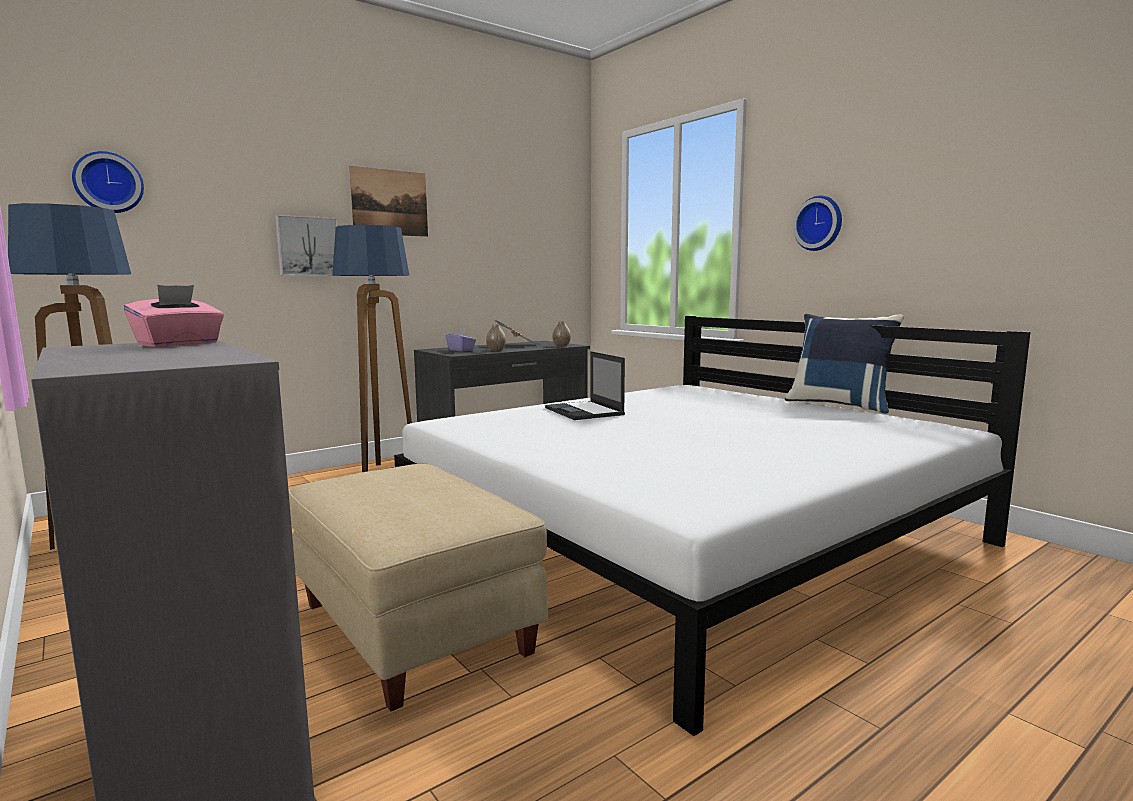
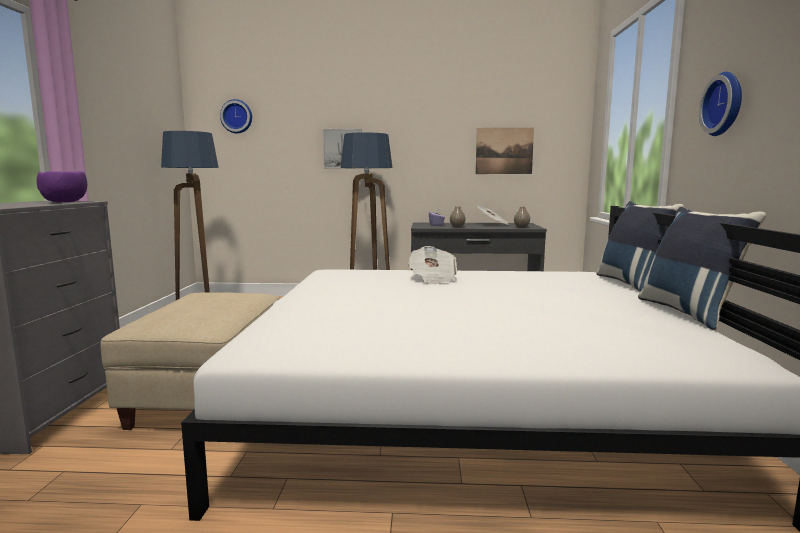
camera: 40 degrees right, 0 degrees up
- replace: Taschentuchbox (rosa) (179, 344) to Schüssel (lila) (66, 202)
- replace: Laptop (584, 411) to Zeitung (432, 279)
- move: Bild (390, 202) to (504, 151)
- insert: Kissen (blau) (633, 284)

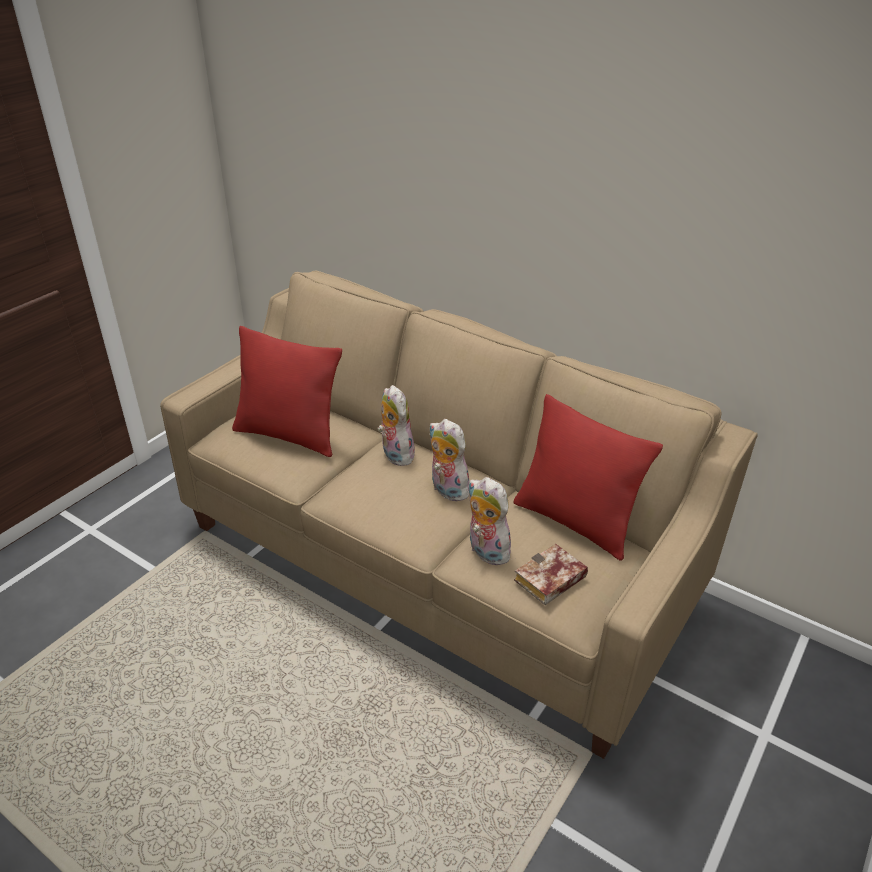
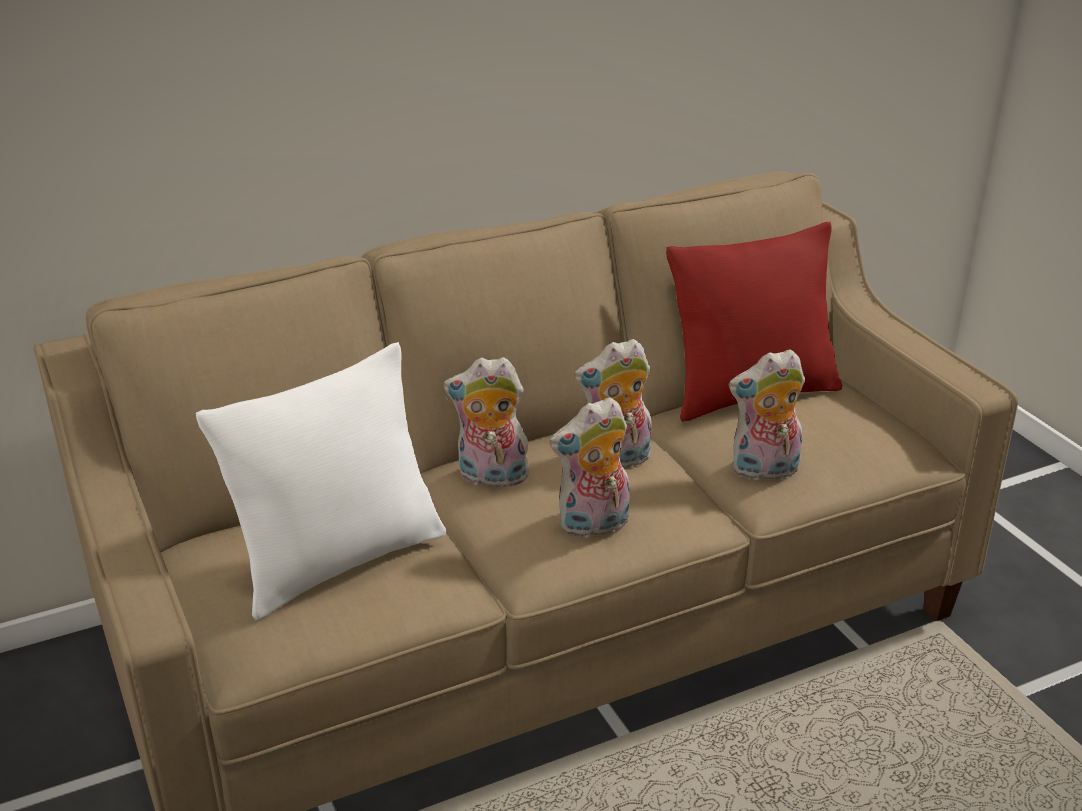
camera: 60 degrees left, 5 degrees down
- recolor: Kissen (rot) (289, 435) to Kissen (weiß) (339, 561)
- insert: Plüschtier (593, 526)
- delete: Buch (549, 581)

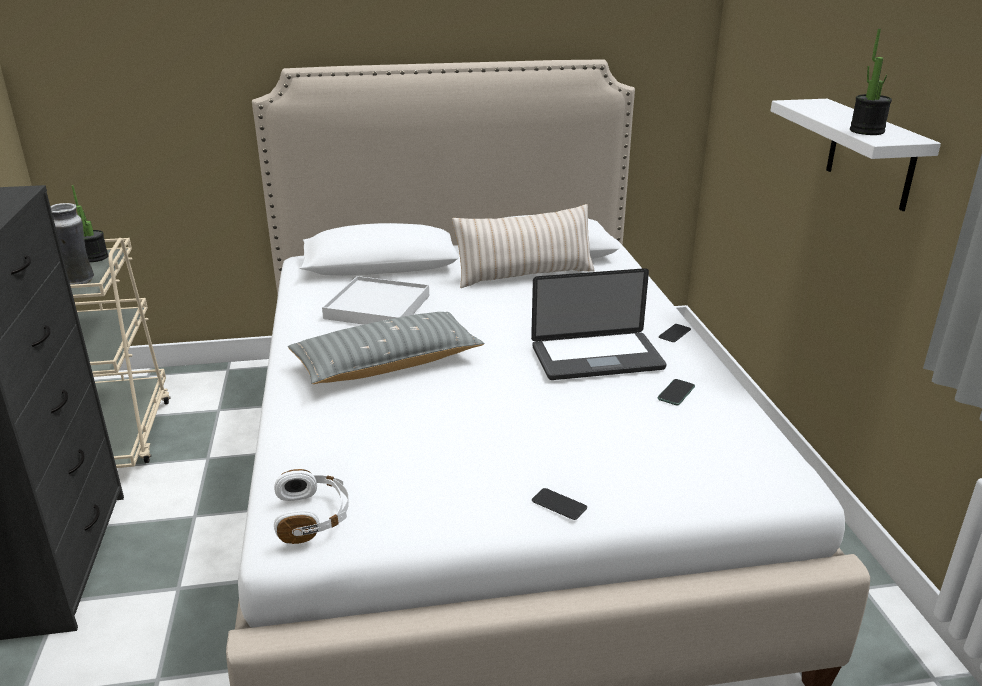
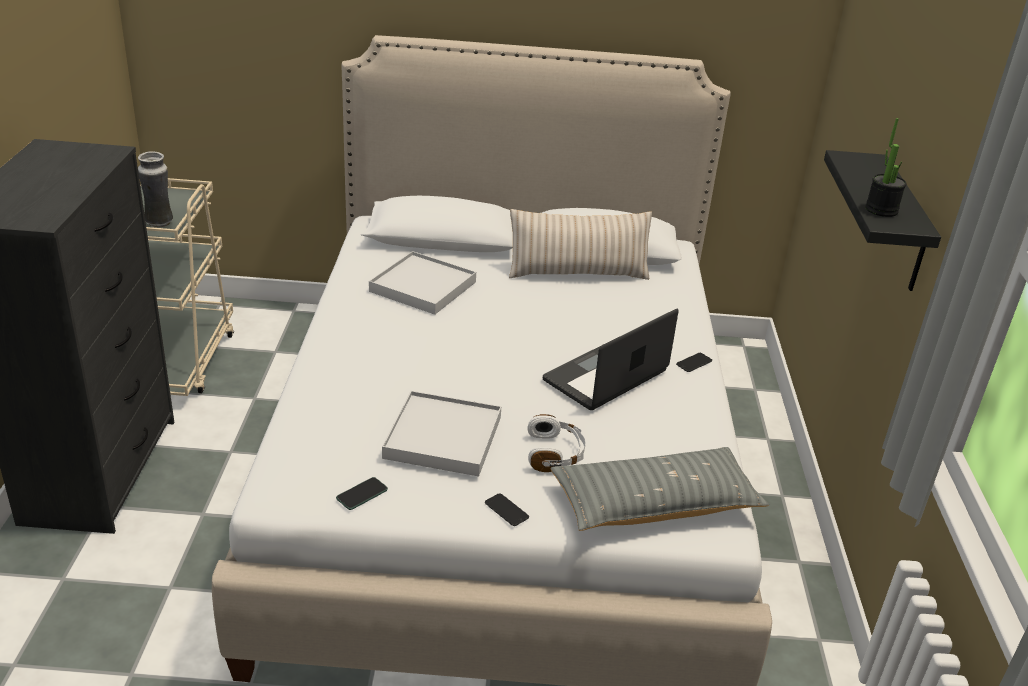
camera: 10 degrees right, 5 degrees up
- move: Handy (676, 393) to (362, 494)
- insert: Tablett (weiß) (442, 438)
- move: Kopfhörer (weiß) (313, 517) to (555, 454)
- rotate: Laptop (597, 358) = (605, 376) 135 degrees clockwise
- move: Kissen (grau) (387, 363) to (655, 504)
- recolor: Wandregal (weiß) (871, 154) to Wandregal (schwarz) (902, 225)
- delete: Topfpflanze (95, 257)

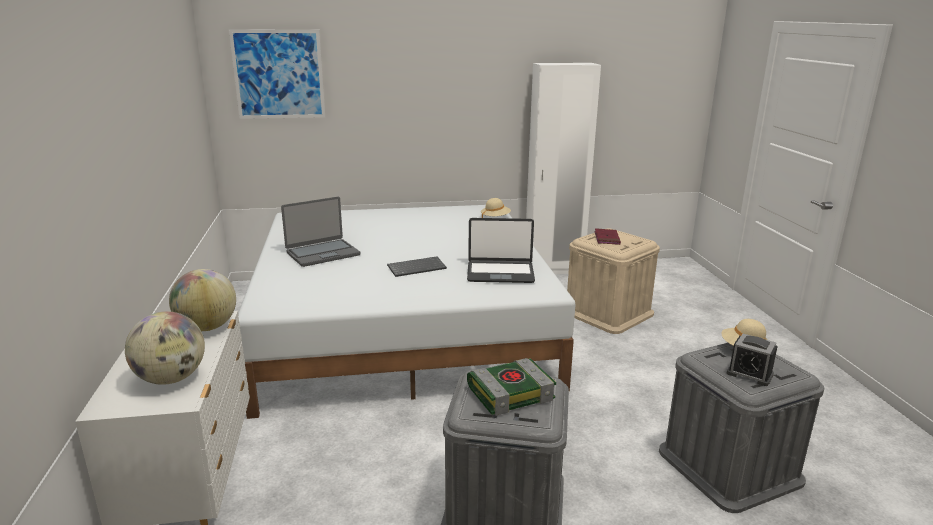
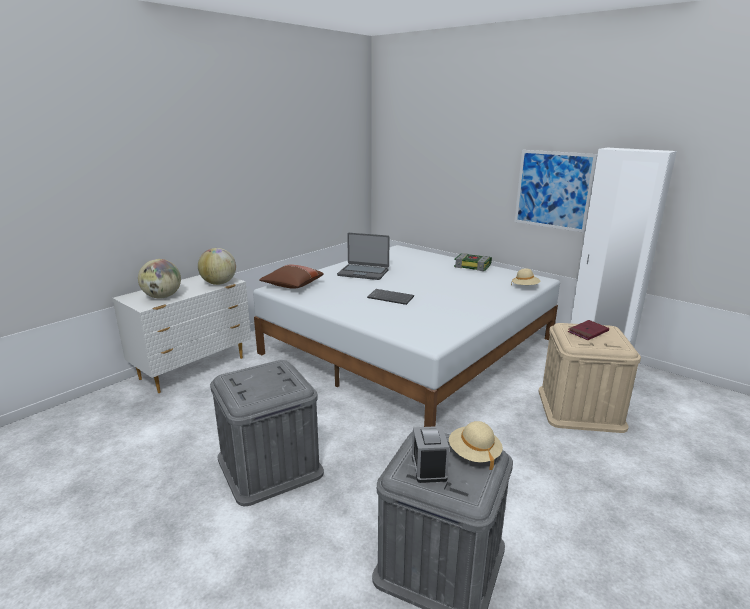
camera: 50 degrees right, 0 degrees up
- insert: Kissen (braun) (292, 286)
- move: Buch (511, 392) to (473, 266)
- move: Bild (278, 74) to (553, 190)
- delete: Laptop (500, 273)

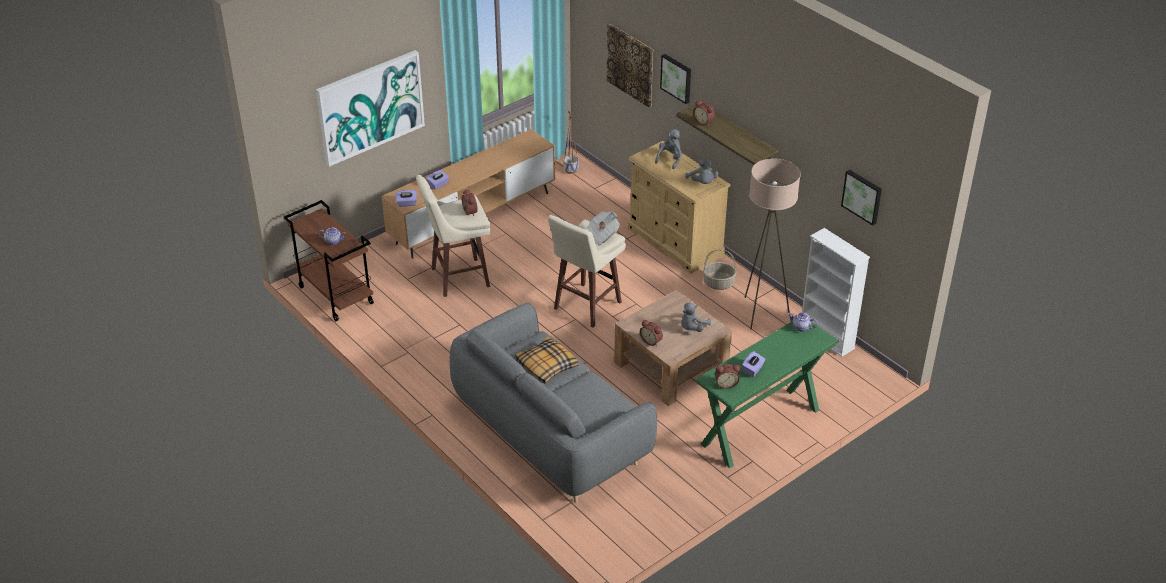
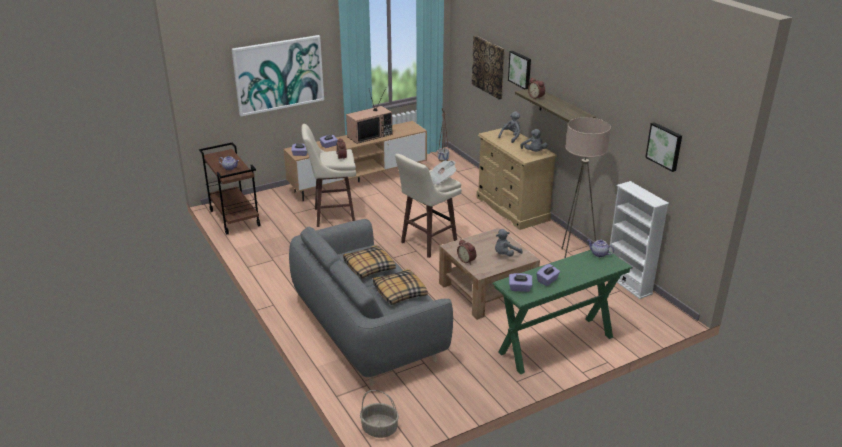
camera: 10 degrees right, 10 degrees down
- insert: Fernseher (369, 135)
- move: Korb (718, 283) to (379, 429)
- insert: Kissen (399, 292)
- replace: Wecker (726, 383) to Taschentuchbox (lila) (520, 288)

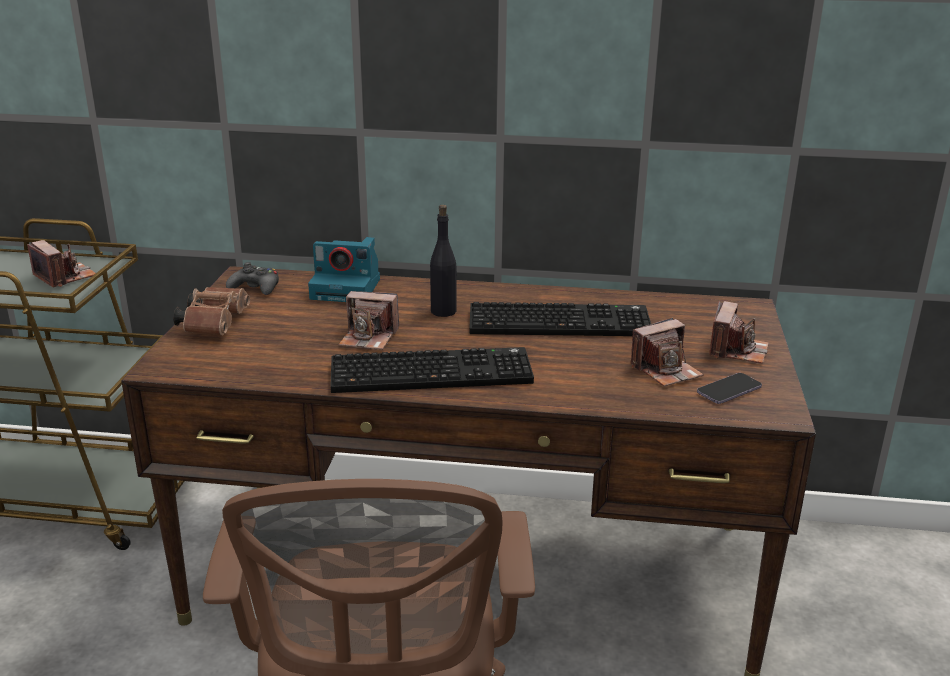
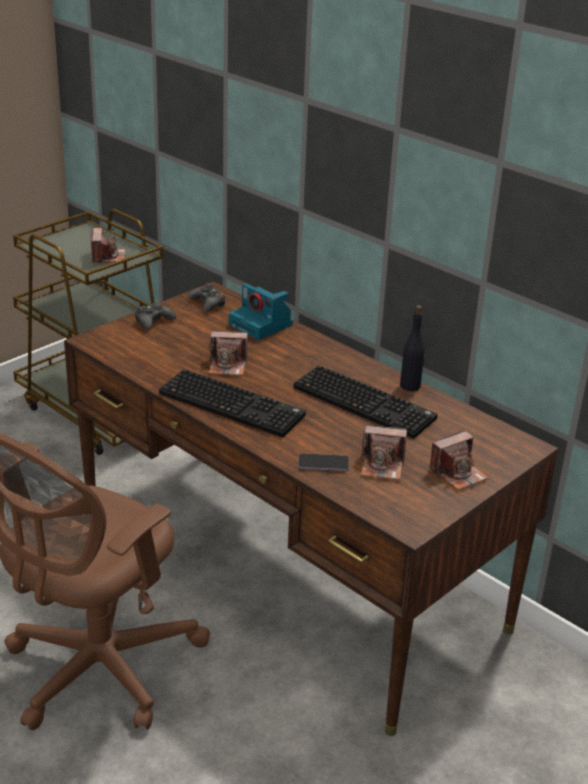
camera: 35 degrees right, 5 degrees up
- replace: Fernglas (braun) (215, 324) to Gamepad (schwarz) (153, 321)
- rotate: Kamera (369, 338) = (228, 366) 45 degrees counterclockwise
- move: Handy (729, 390) to (323, 464)
- move: Flasche (schwarz) (444, 311) to (410, 386)

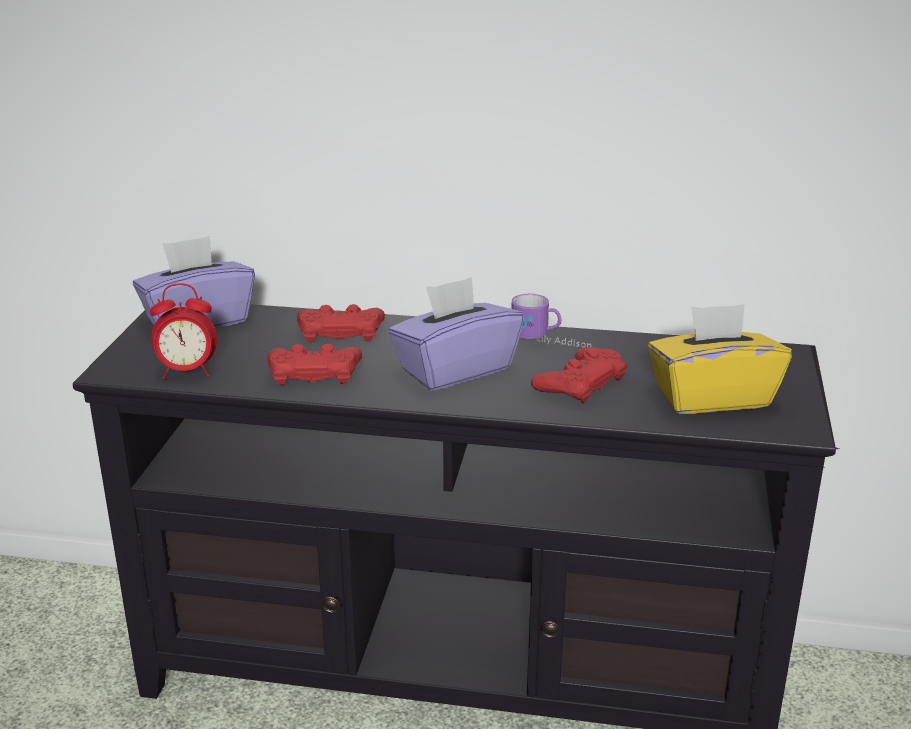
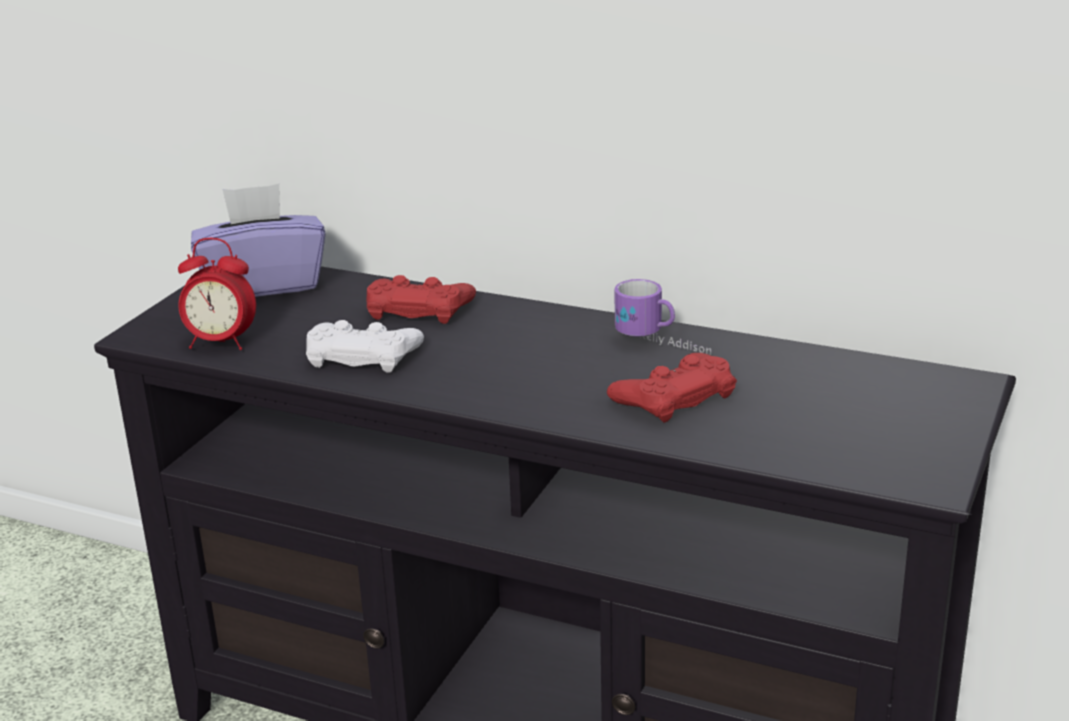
camera: 15 degrees right, 0 degrees up
- recolor: Gamepad (rot) (314, 372) to Gamepad (weiß) (362, 355)
- delete: Taschentuchbox (lila) (455, 369)
- delete: Taschentuchbox (gelb) (712, 397)

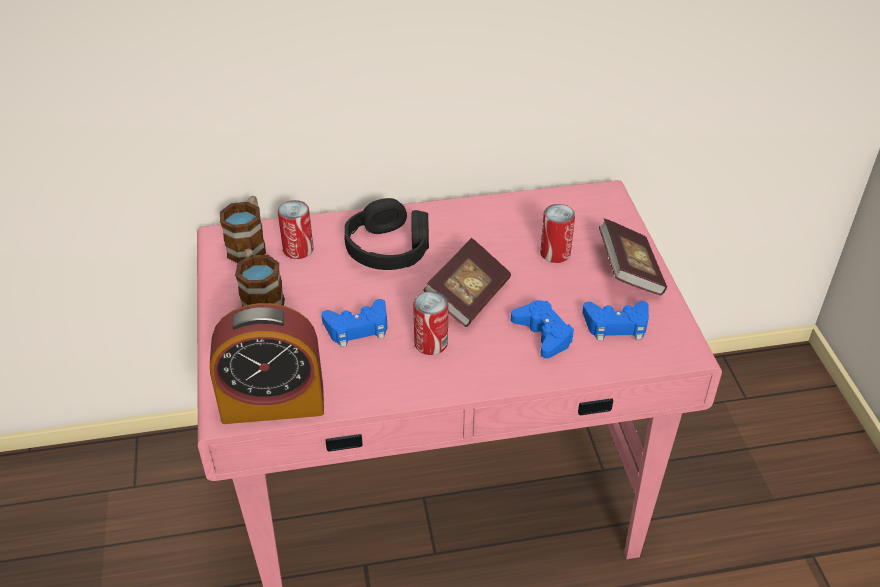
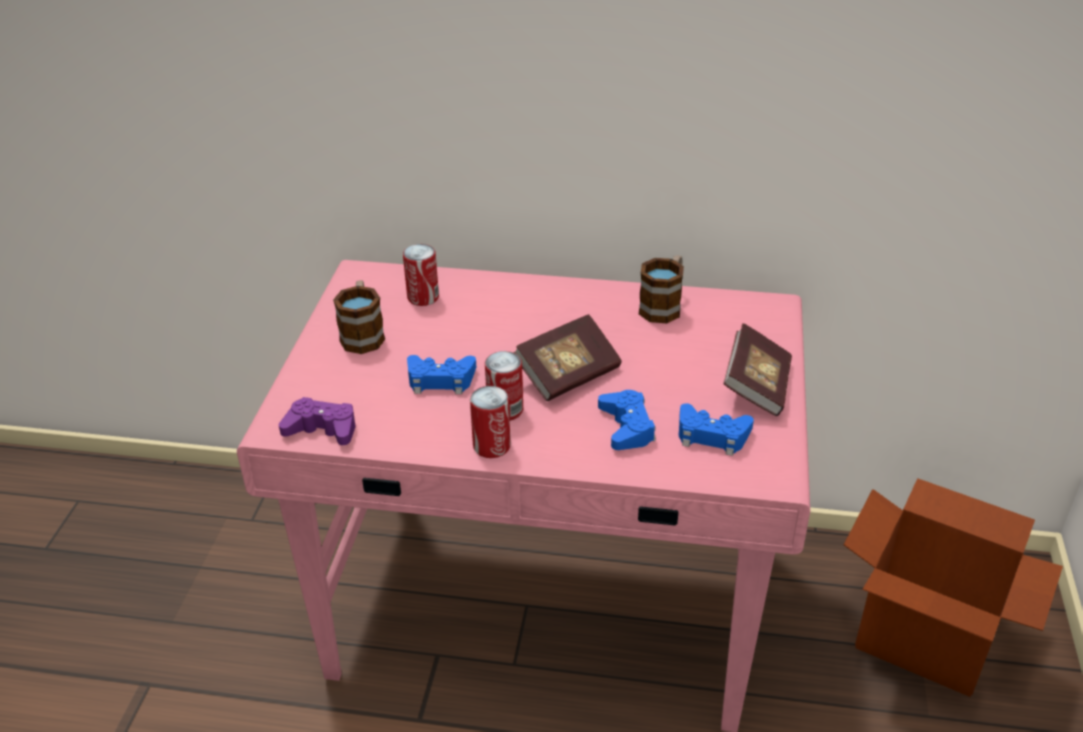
camera: 20 degrees right, 5 degrees down
- replace: Wecker (273, 403) to Gamepad (lila) (322, 429)
- move: Dose (555, 253) to (491, 446)
- move: Henkelbecher (249, 244) to (664, 305)
- insert: Karton (925, 639)
- delete: Kopfhörer (schwarz) (389, 248)

